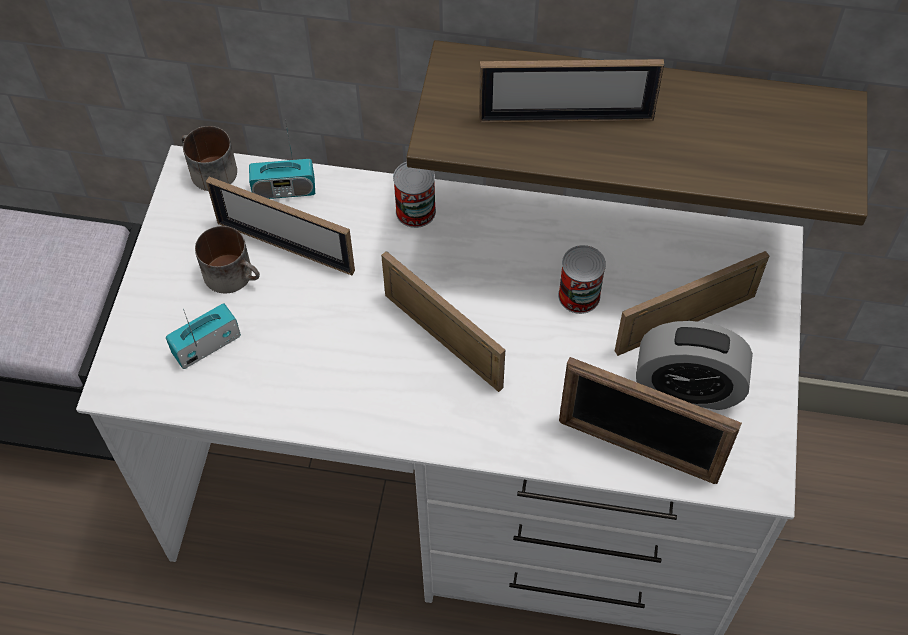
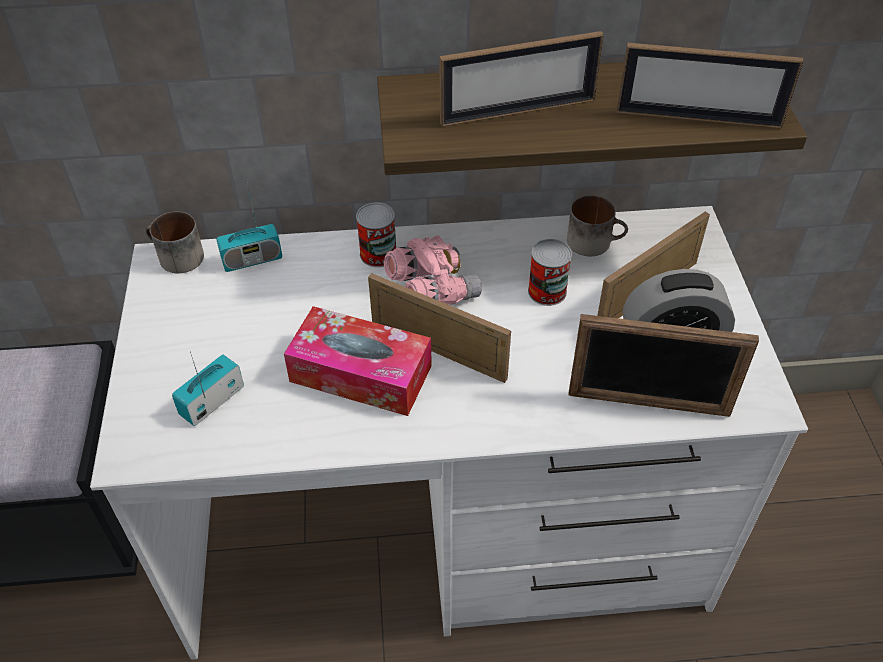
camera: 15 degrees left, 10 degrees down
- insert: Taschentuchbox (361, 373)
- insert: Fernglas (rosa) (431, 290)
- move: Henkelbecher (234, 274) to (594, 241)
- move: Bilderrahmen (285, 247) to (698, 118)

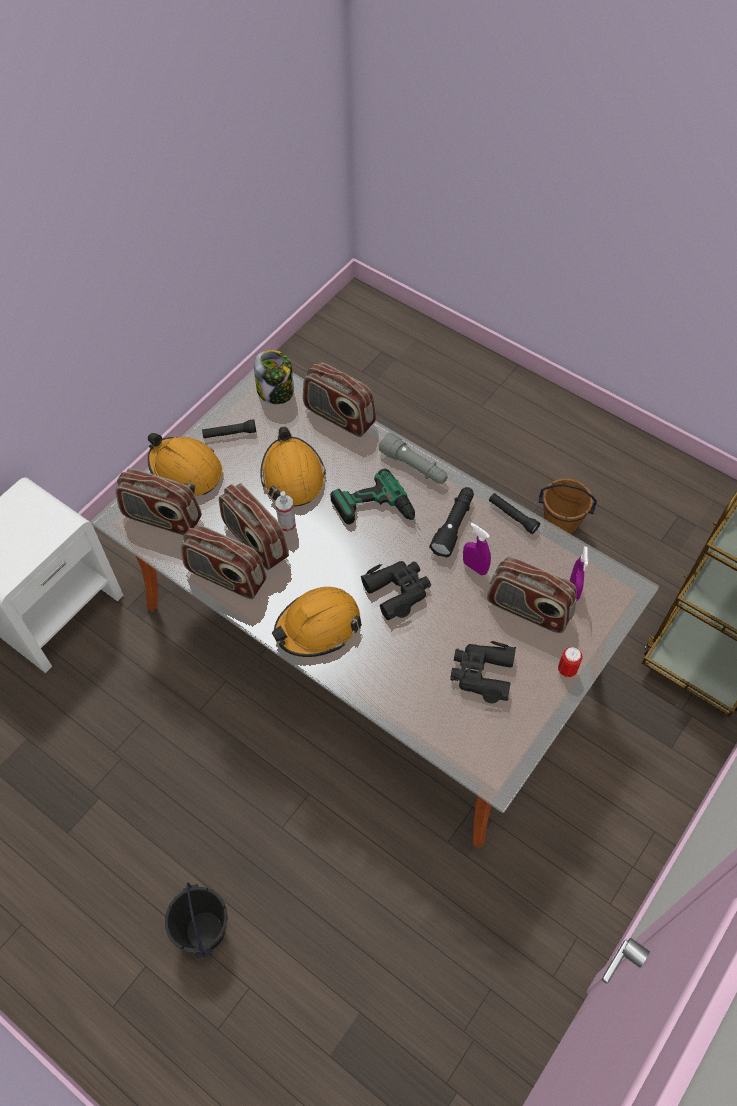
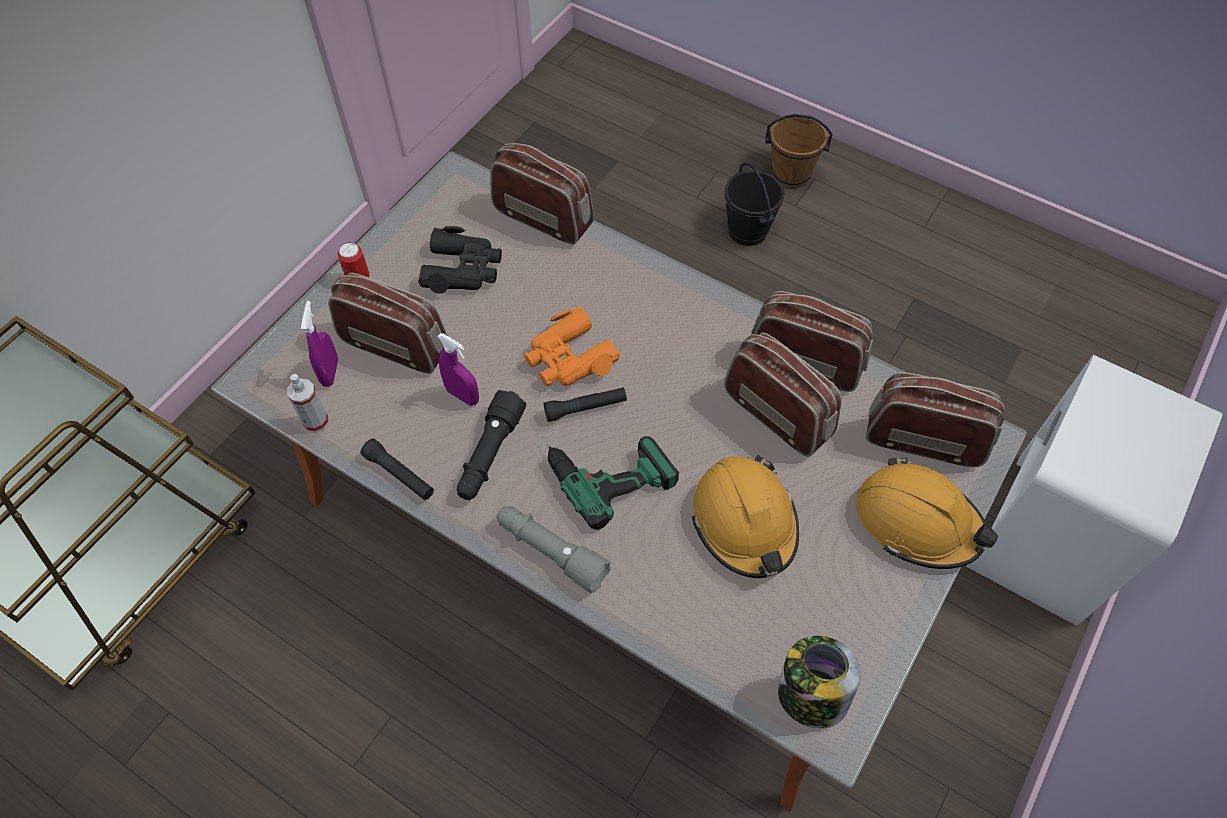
camera: 175 degrees right, 0 degrees up
- move: Sprühflasche (287, 525) to (316, 421)
- move: Radio (339, 416) to (543, 218)
- recolor: Fernglas (schwarz) (398, 590) to Fernglas (orange) (569, 358)
- move: Taschenlampe (schwarz) (230, 433) to (585, 408)
- move: Eimer (braun) (560, 525) to (790, 176)
- delete: Schutzhelm (orange) (318, 626)

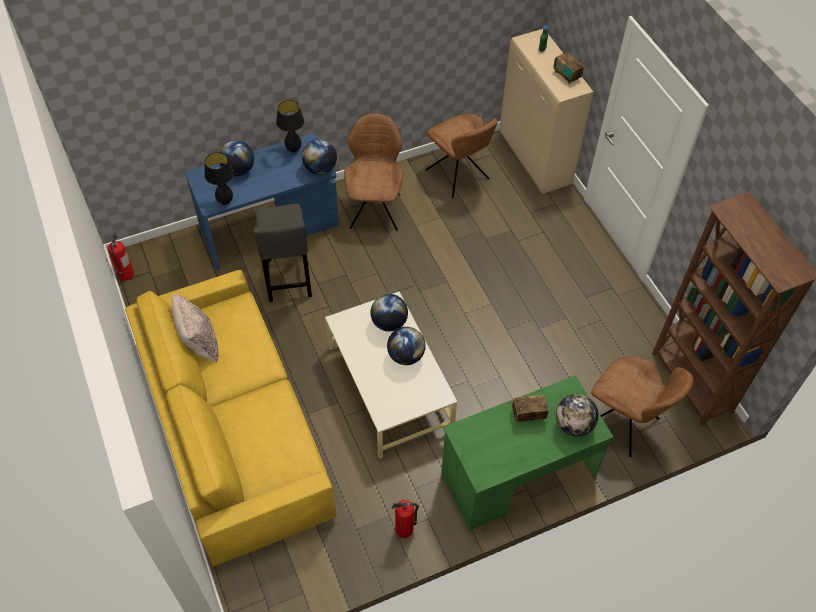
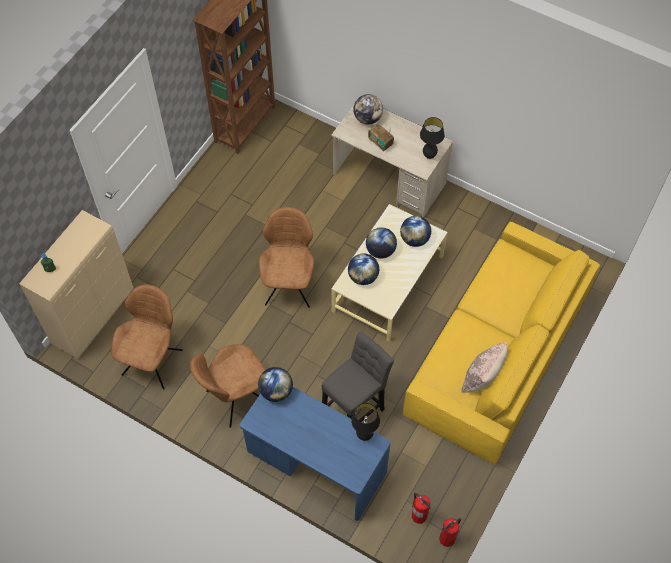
camera: 125 degrees left, 5 degrees up
- move: Stuhl (braun) (624, 424) to (289, 285)
- recolor: Schreibtisch (grün) (517, 475) to Schreibtisch (beige) (389, 179)
- move: Globus (238, 170) to (414, 239)
- move: Feuerlöscher (404, 529) to (418, 515)
- move: Tischlampe (schwarz) (293, 149) to (429, 156)
- delete: Radio (566, 75)

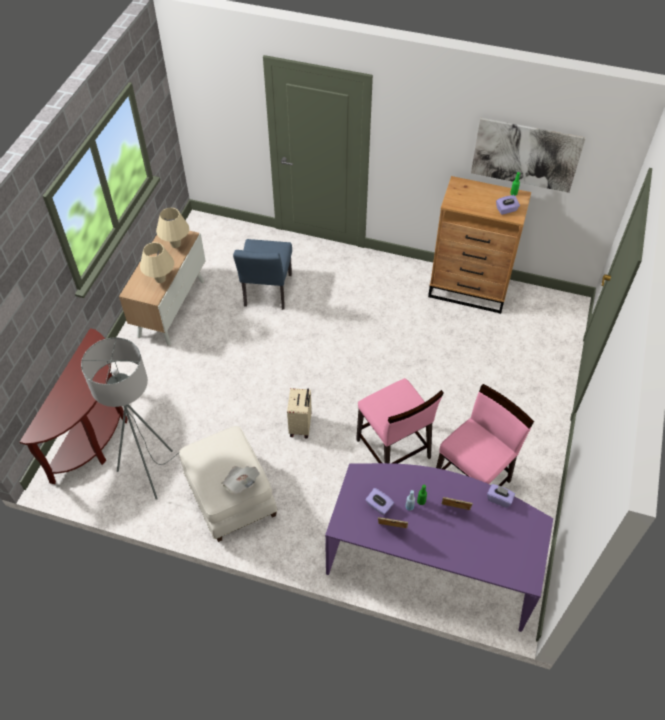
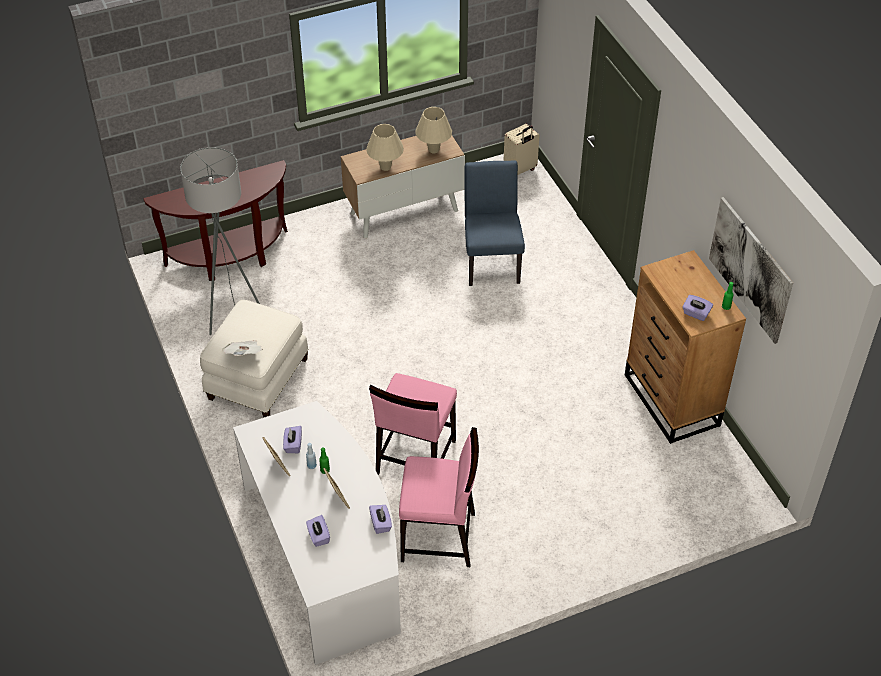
camera: 50 degrees right, 5 degrees down
- recolor: Schreibtisch (lila) (432, 561) to Schreibtisch (weiß) (325, 556)
- insert: Taschentuchbox (lila) (318, 536)
- rotate: Stuhl (blau) (266, 294) = (491, 260) 120 degrees clockwise
- move: Koffer (beige) (301, 426) to (520, 170)

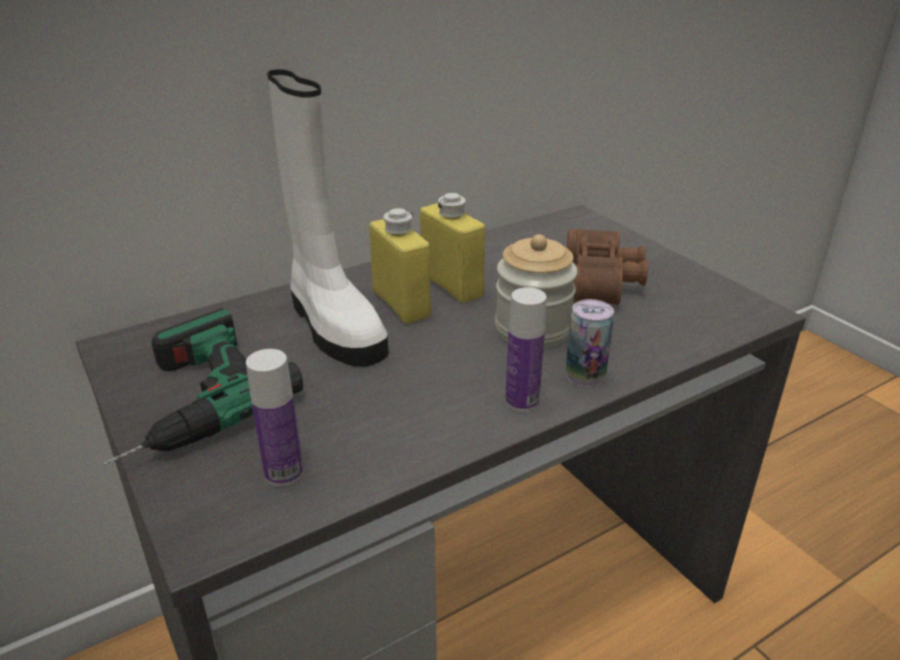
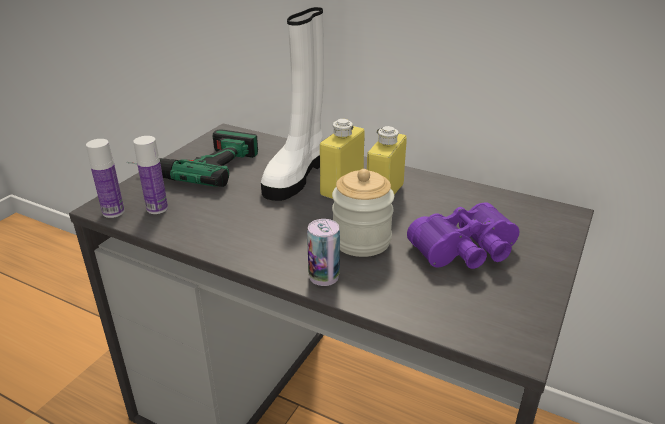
camera: 60 degrees right, 0 degrees up
- move: Flasche (522, 401) to (113, 212)
- recolor: Fernglas (braun) (603, 282) to Fernglas (lila) (467, 252)

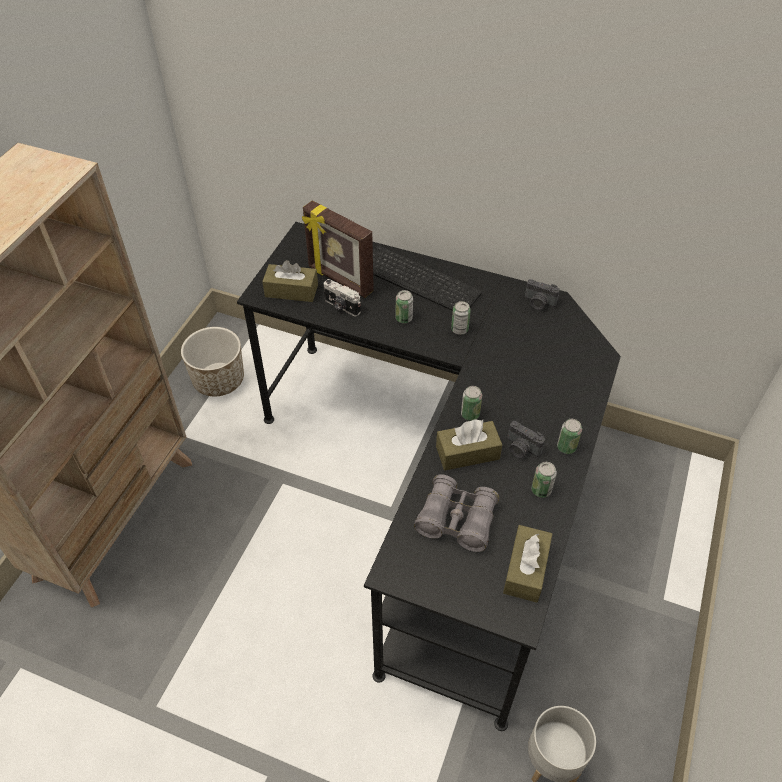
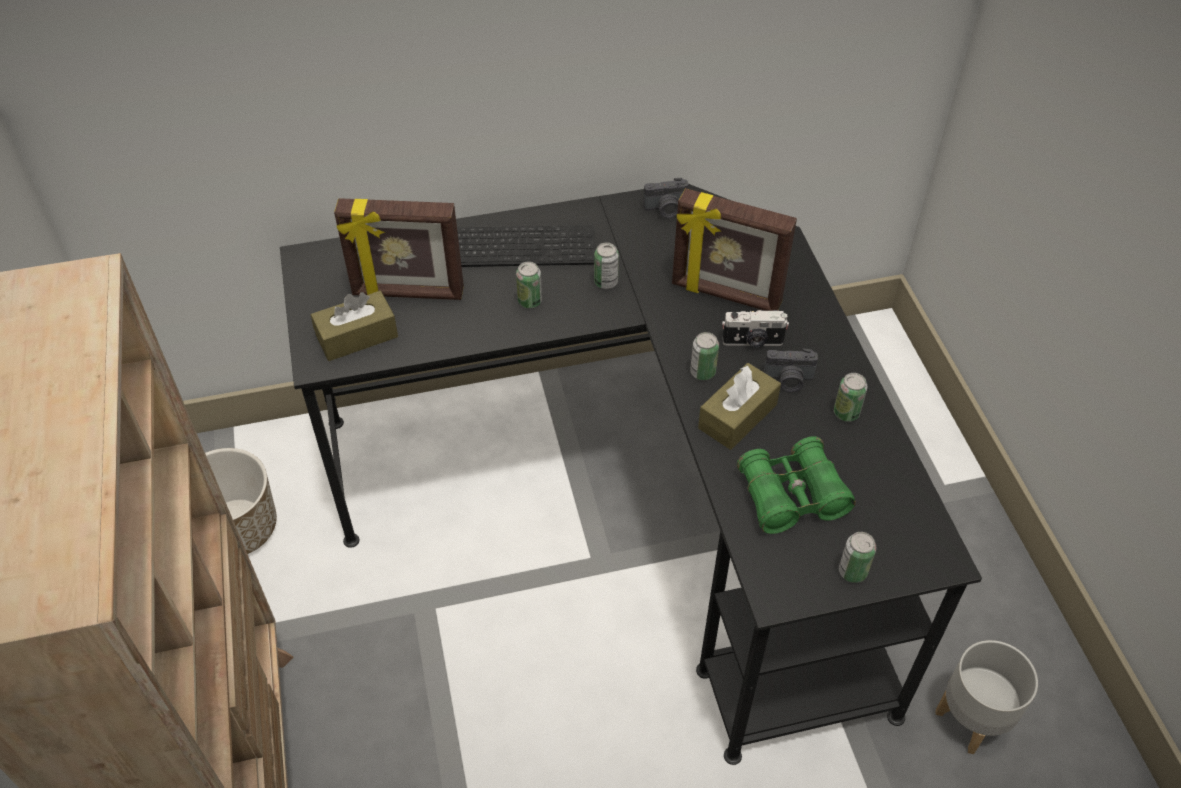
camera: 35 degrees left, 0 degrees up
- insert: Bilderrahmen (725, 295)
- move: Kamera (341, 307) to (753, 342)
- recolor: Fernglas (grau) (457, 520) to Fernglas (grün) (791, 496)
- move: Dose (566, 447) to (852, 571)
- delete: Taschentuchbox (braun) (526, 569)

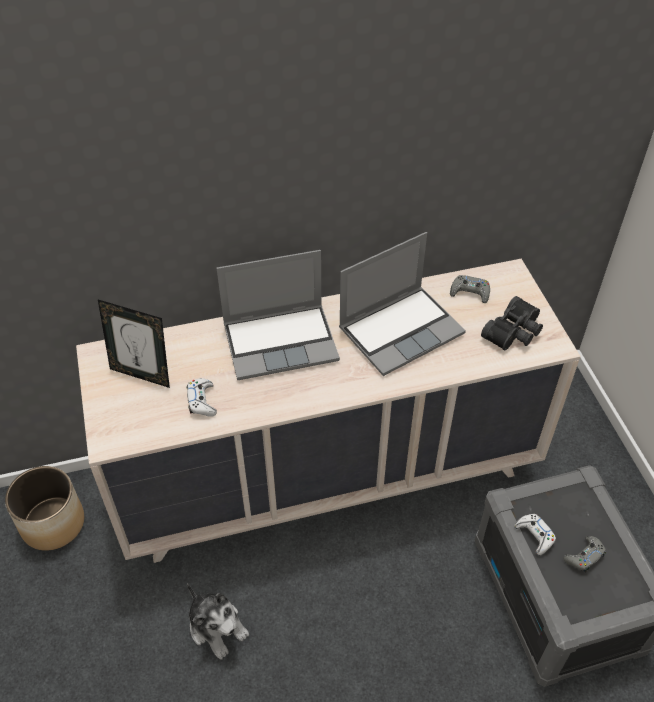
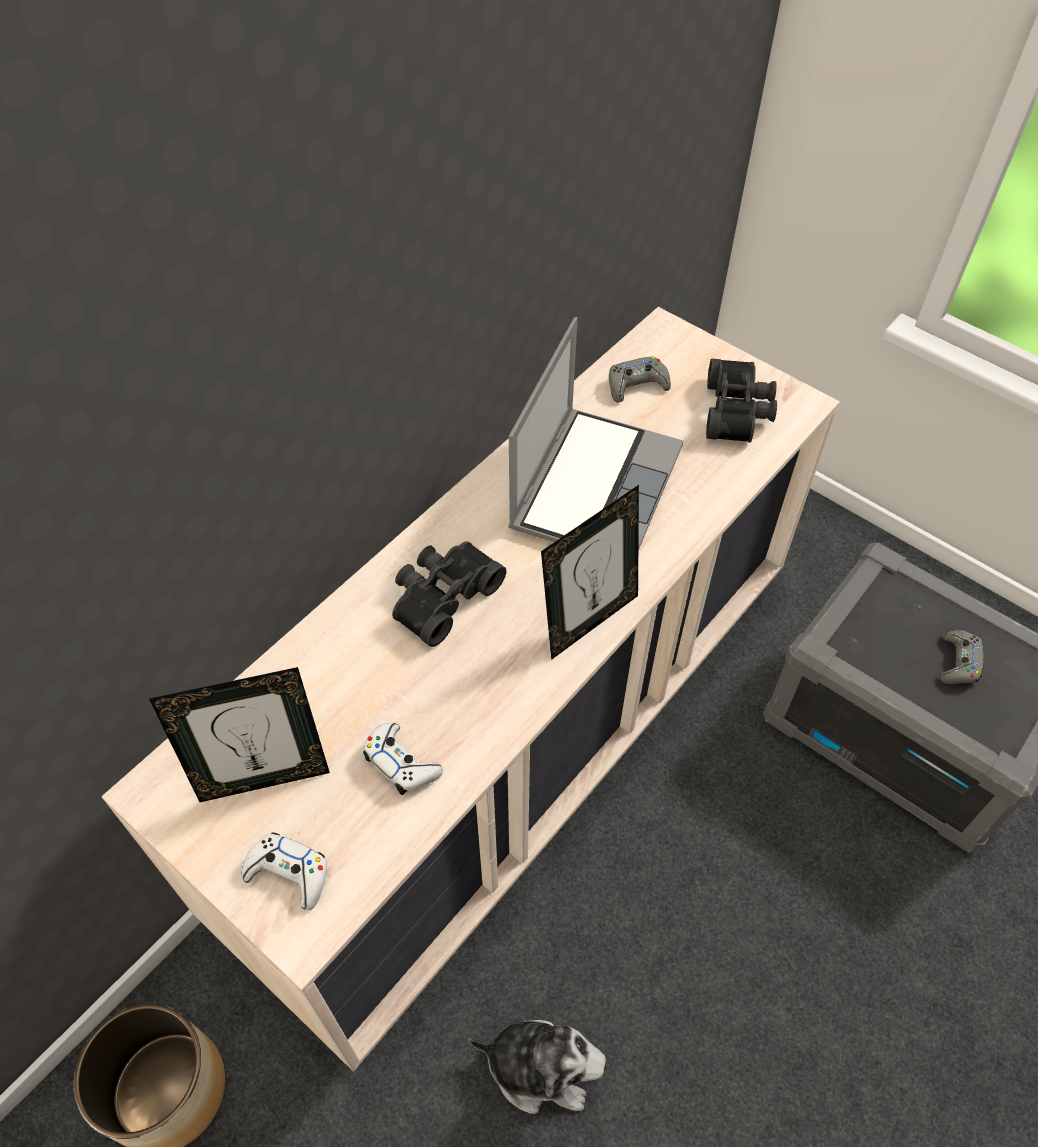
camera: 35 degrees left, 5 degrees up
- move: Gamepad (weiß) (535, 535) to (289, 873)
- replace: Laptop (281, 341) to Fernglas (schwarz) (442, 596)
- insert: Bilderrahmen (589, 620)

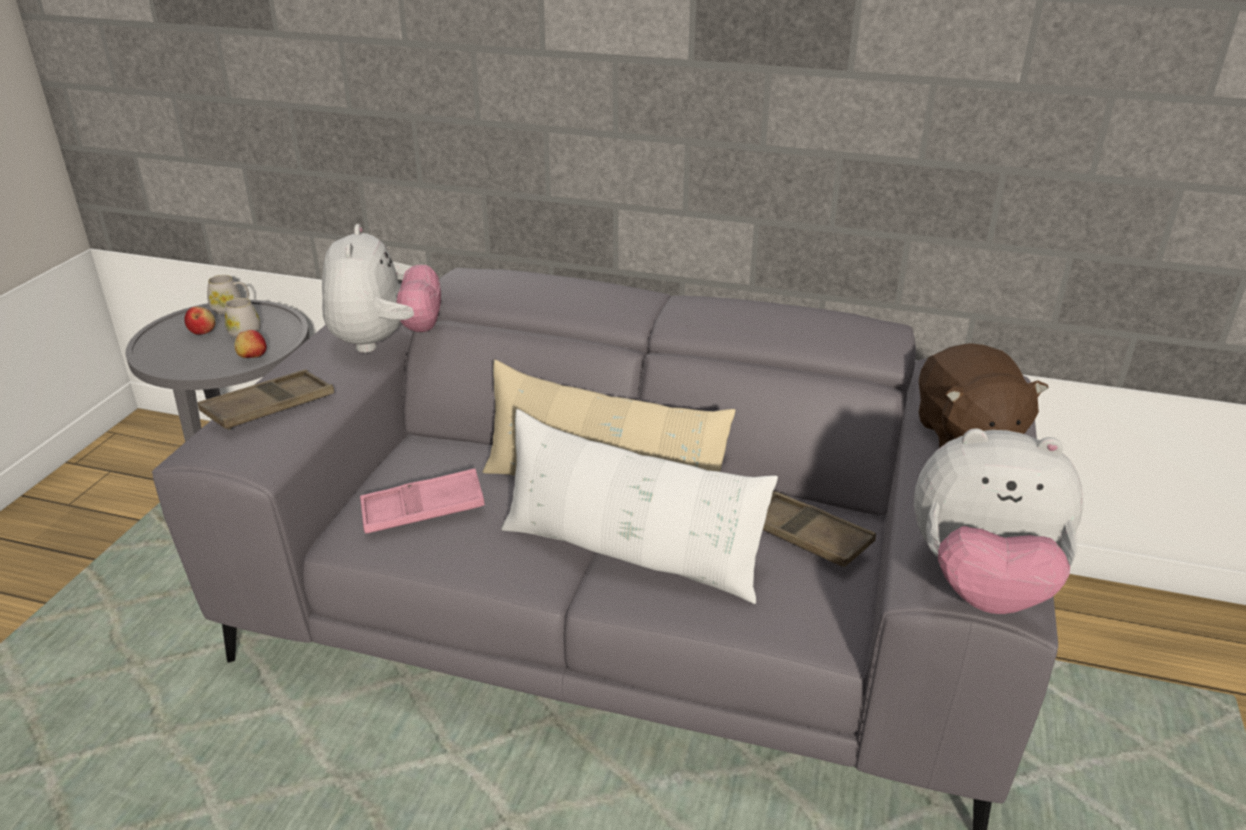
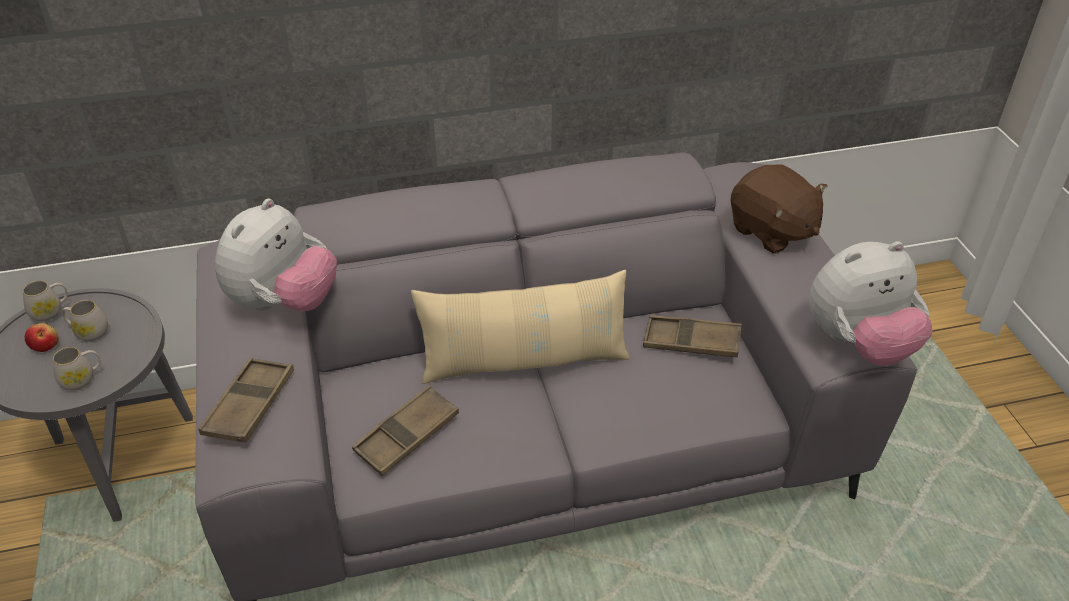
camera: 30 degrees left, 10 degrees up
- insert: Henkelbecher (weiß) (82, 379)
- rotate: Plüschtier (385, 342) = (283, 302) 60 degrees clockwise
- recolor: Tablett (rosa) (423, 509) to Tablett (braun) (407, 435)
- delete: Apfel (252, 356)
- delete: Kissen (weiß) (630, 554)

